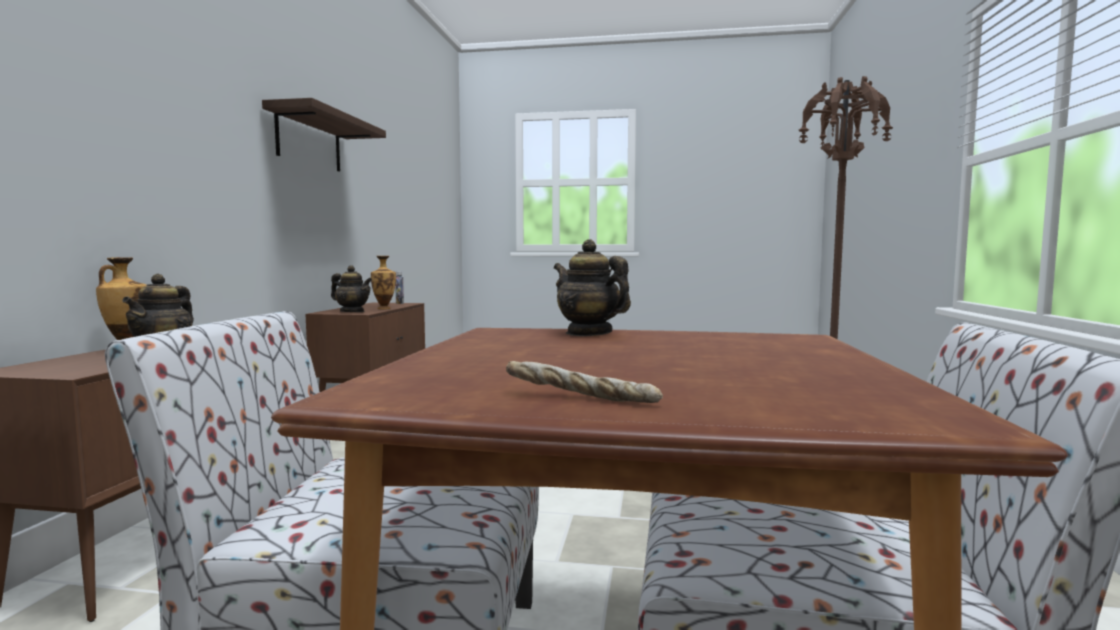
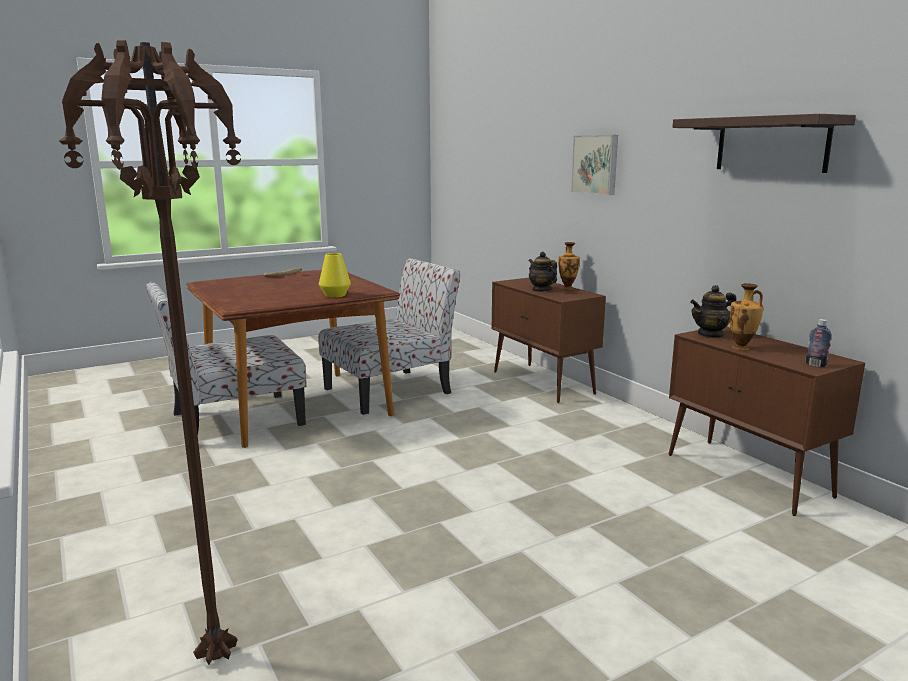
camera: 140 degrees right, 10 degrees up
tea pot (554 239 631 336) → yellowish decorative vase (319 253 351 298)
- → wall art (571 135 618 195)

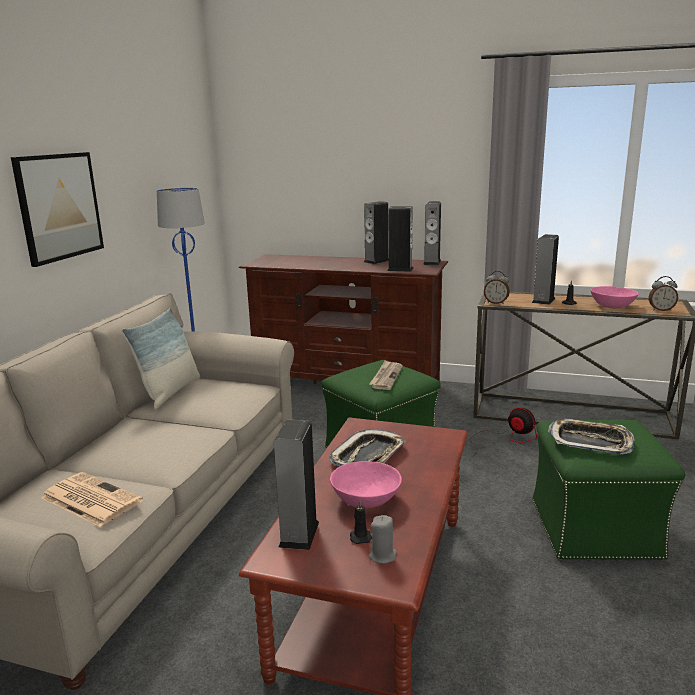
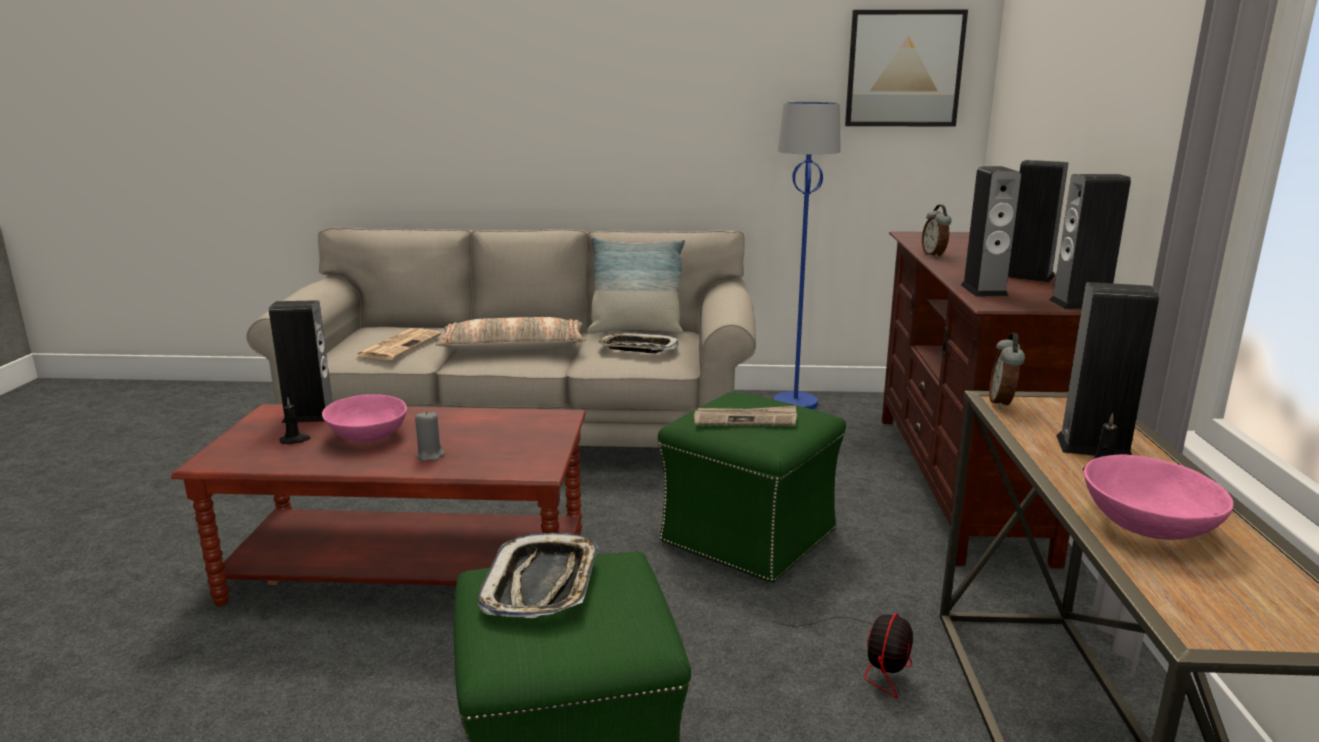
camera: 75 degrees right, 0 degrees up
gray candle (369 515 397 564) → gray candle (415 411 445 461), relocated
- → pillow (435 317 586 353)
serving tray (329 429 405 466) → serving tray (597 332 678 353), relocated
wall art (11 152 104 267) → wall art (845 10 968 127), relocated
bedside clock (649 276 678 311) → bedside clock (922 205 952 258), relocated

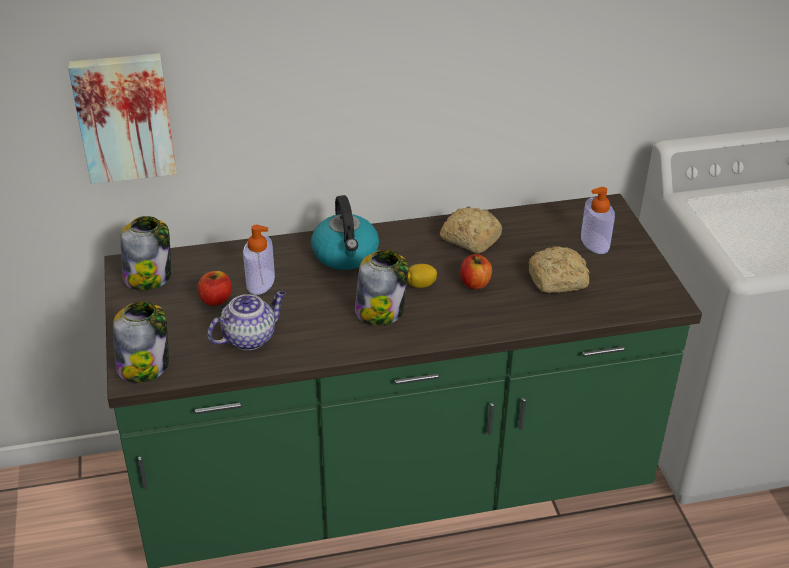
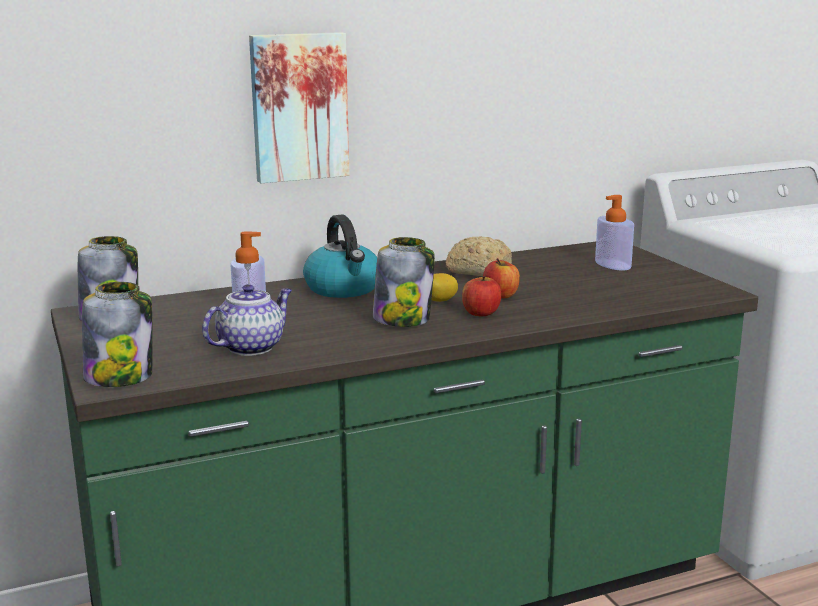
camera: 10 degrees left, 20 degrees down
wall art (68 53 177 184) → wall art (249 32 350 183), relocated
whole apple (198 271 232 306) → whole apple (462 276 501 316), relocated
bakery bread (528 246 590 293) → -

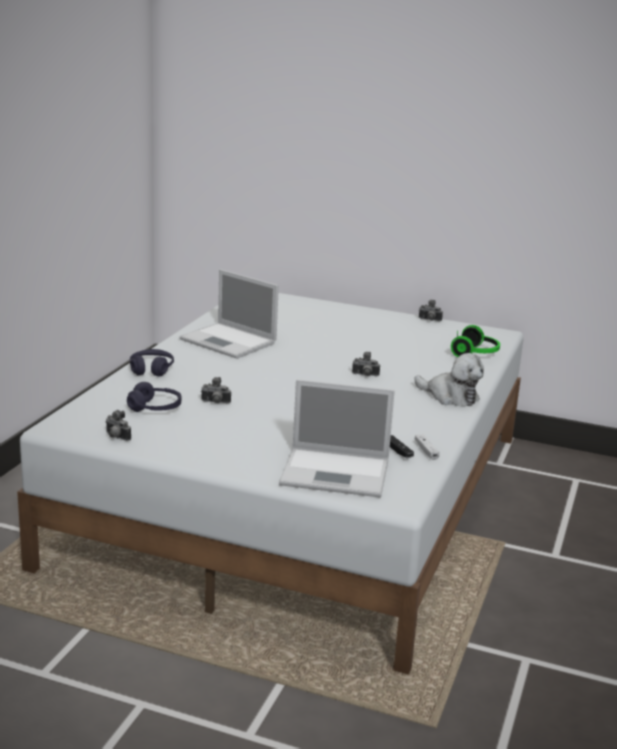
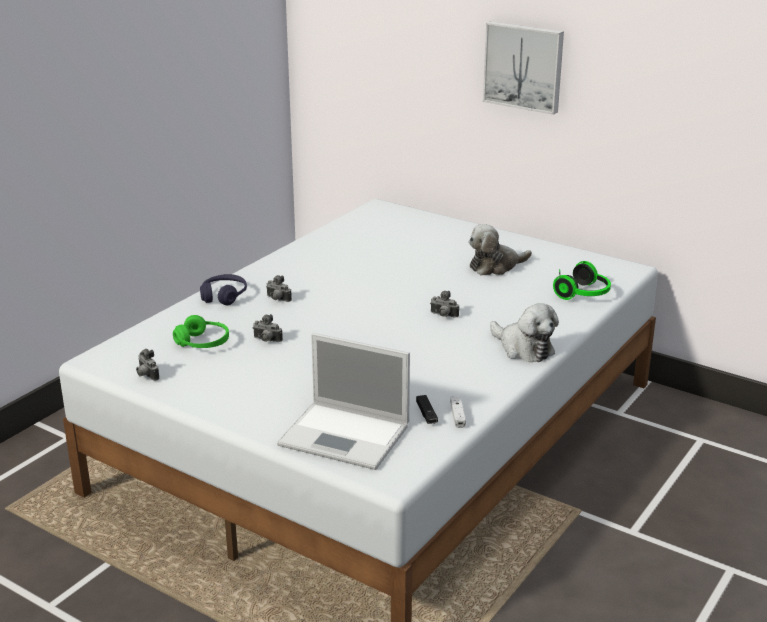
camera: 15 degrees right, 5 degrees up
purple headset (127 382 181 412) → greenish headset (173 315 229 348)
still camera (419 300 443 321) → still camera (266 275 292 302), relocated
- → plush toy (469 224 532 276)
- → wall art (483 21 564 115)
laptop (179 269 279 359) → -

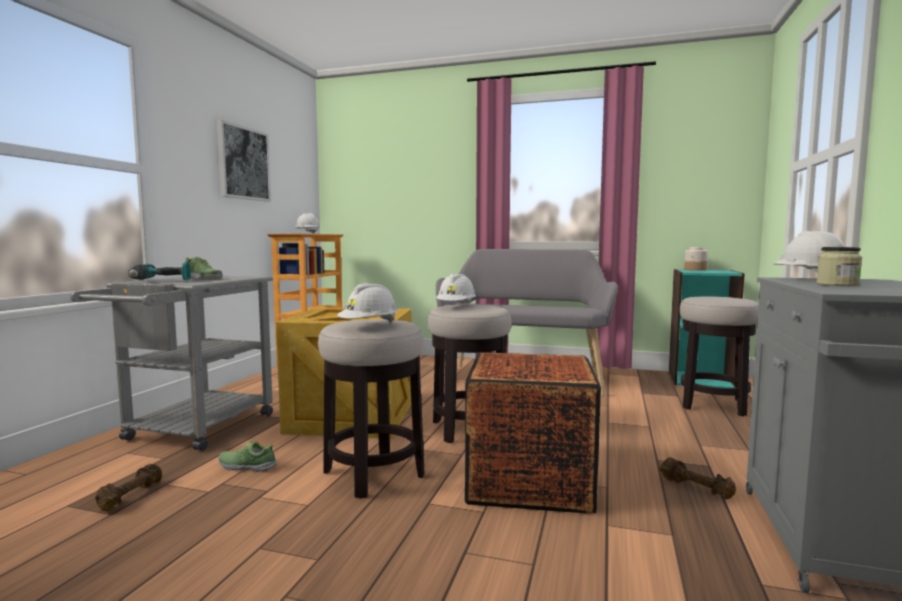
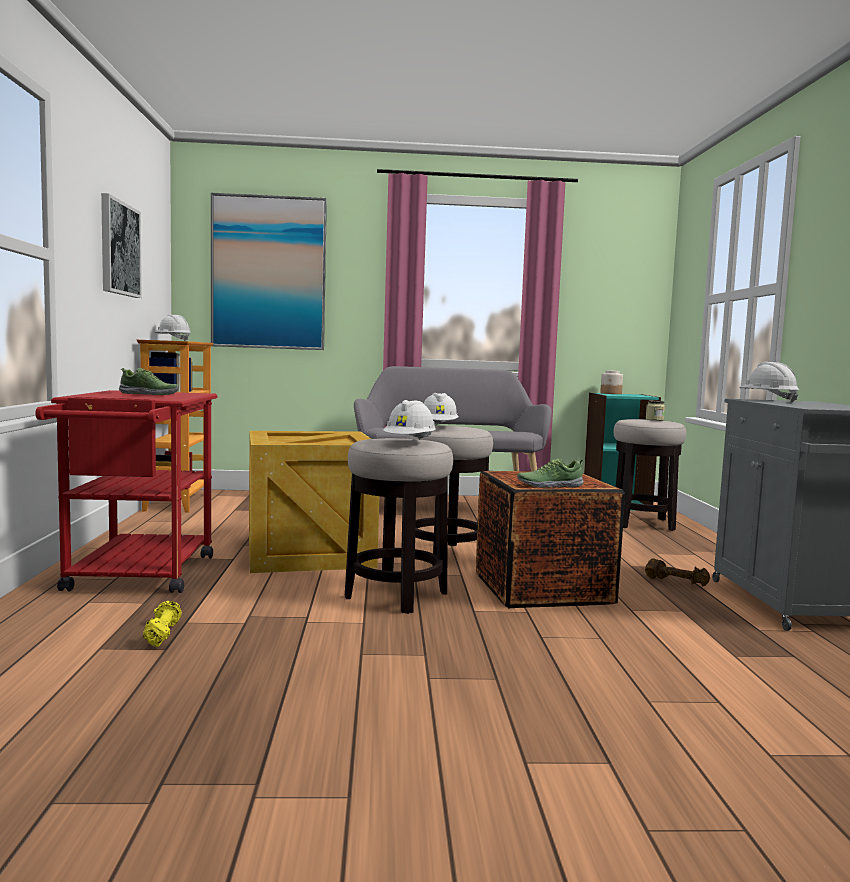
camera: 20 degrees left, 0 degrees up
gray cart (70 276 273 451) → reddish cart (35 390 217 593)
brown dumbbell (95 464 162 511) → yellowish dumbbell (143 601 182 647)
- → wall art (211 193 327 350)
item of footwear (219 441 277 472) → item of footwear (517 458 584 488), relocated
jar (816 247 862 286) → jar (646 401 665 421), relocated
drill (128 262 191 280) → -

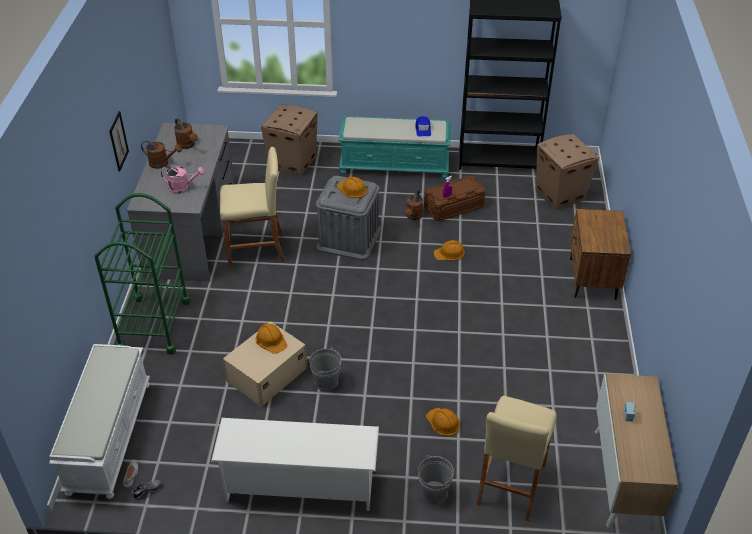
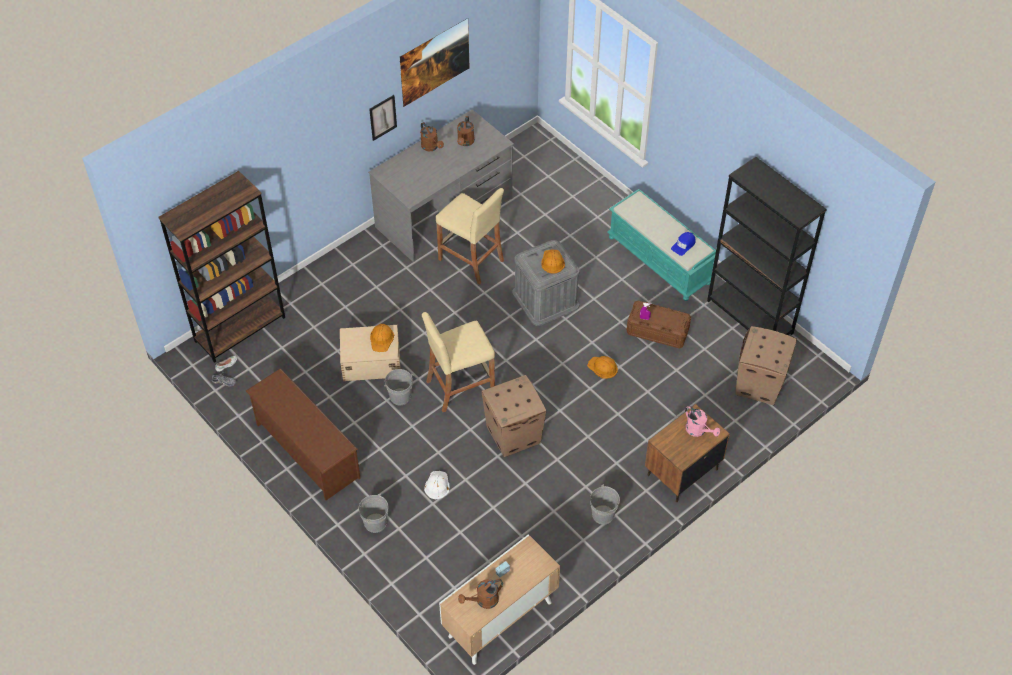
camera: 45 degrees right, 10 degrees up
whitish long seat (49 344 150 499) → brown bookshelf (158 171 285 363)
whitish shoe rack (211 418 379 511) → brown shoe rack (246 368 361 500)
- → wall art (400 18 470 107)
sand-coloured stool (476 396 557 521) → sand-coloured stool (422 312 495 412), relocated
orange work helmet (426 408 460 436) → whitish work helmet (424 471 449 499)
brown watering pot (405 190 423 220) → brown watering pot (458 579 503 609), relocated
carton (261 104 318 176) → carton (481 375 546 457), relocated
- → gray pail (590 484 620 525)
pinkish watering pot (161 166 205 194) → pinkish watering pot (685 406 720 437), relocated
greenish cart (94 193 191 355) → -

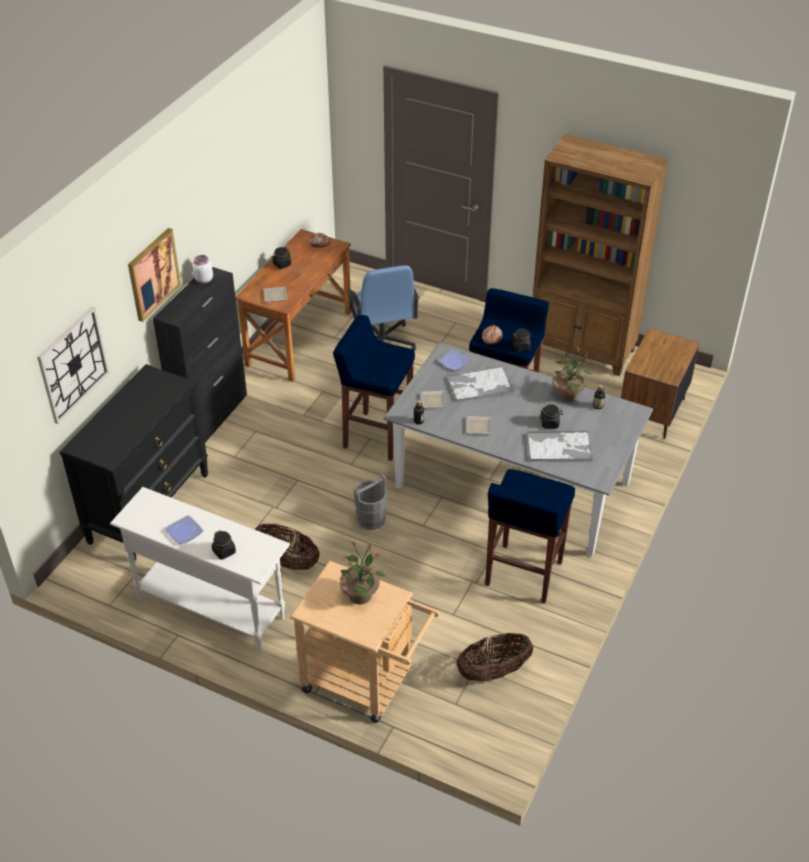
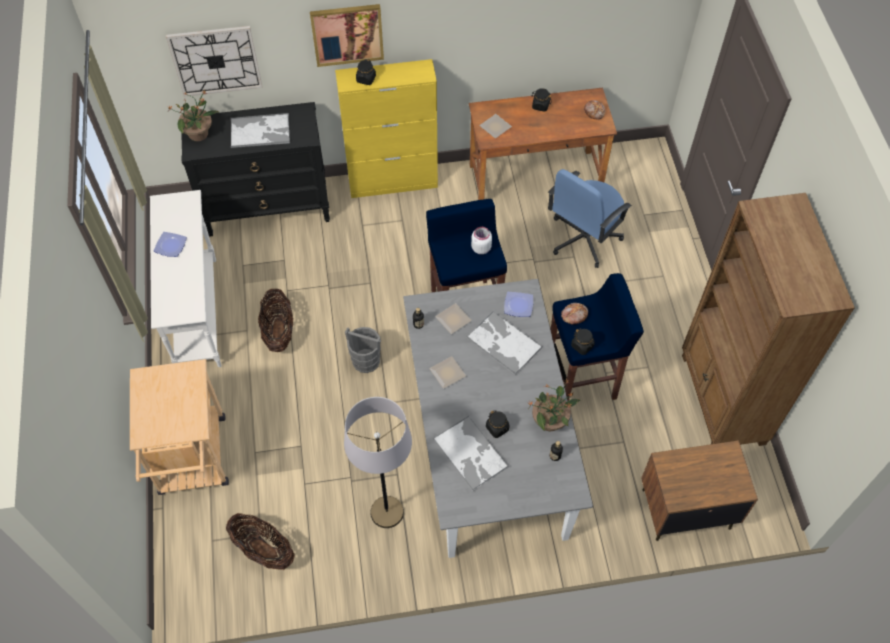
camera: 55 degrees right, 15 degrees up
potted plant (340 541 385 604) → potted plant (167 90 220 141), relocated
- → serving tray (231 113 290 148)
black cabinet (153 267 247 442) → yellowish cabinet (335 59 438 198)
blue stool (485 469 575 604) → gray standard lamp (344 397 412 528)
black jar (212 530 236 560) → black jar (356 59 376 85), relocated
whitish jar (192 255 213 284) → whitish jar (471 227 492 254), relocated

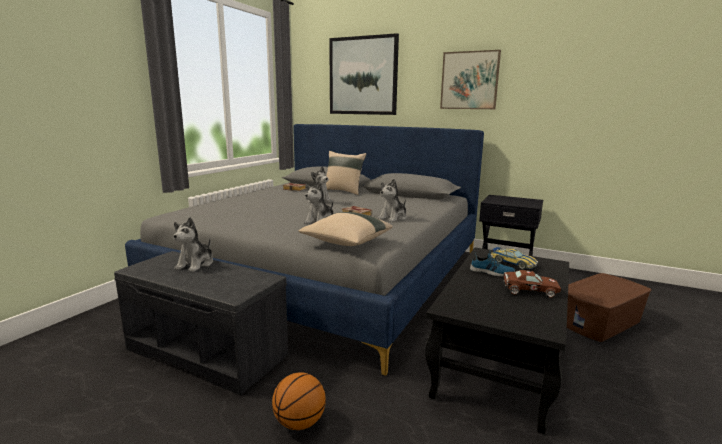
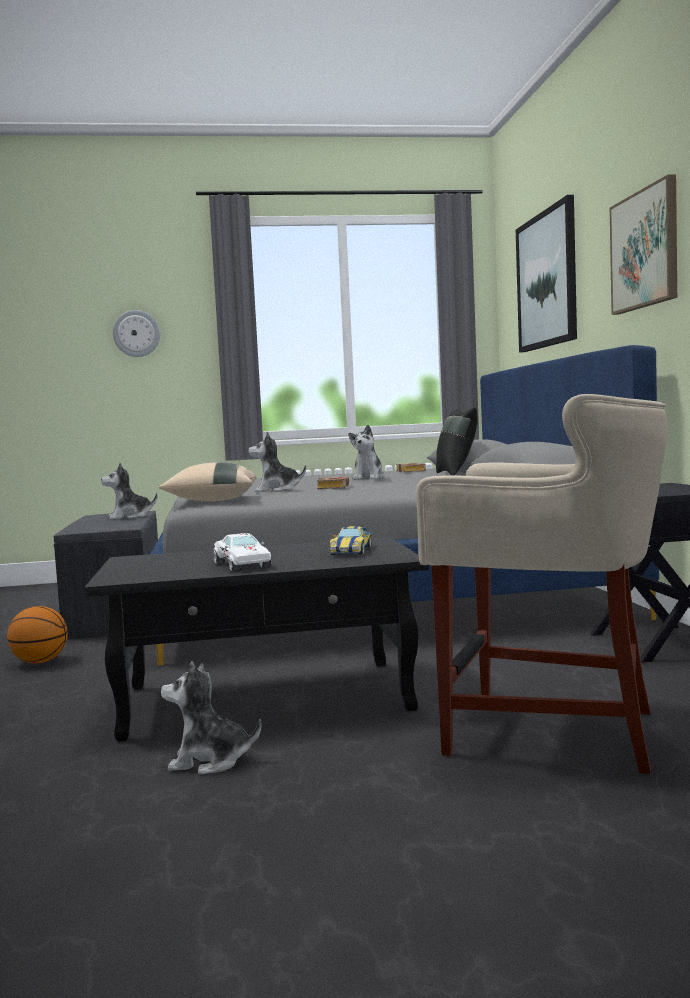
camera: 55 degrees right, 10 degrees down
- → clock on the wall (113 310 160 357)
plush toy (378 179 407 222) → plush toy (161 661 262 775), relocated
brown miniature car (504 270 561 298) → whitish miniature car (213 533 271 571)
brown storage bin (567 273 652 342) → sand-coloured stool (416 394 668 774)
sand-coloured pillow (326 151 366 195) → black pillow (436 407 478 476)
item of footwear (470 251 515 276) → -

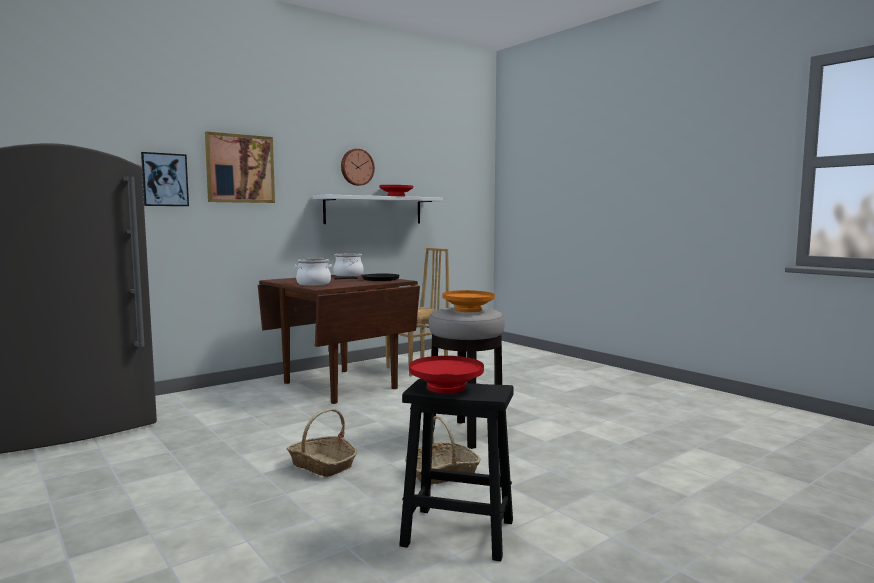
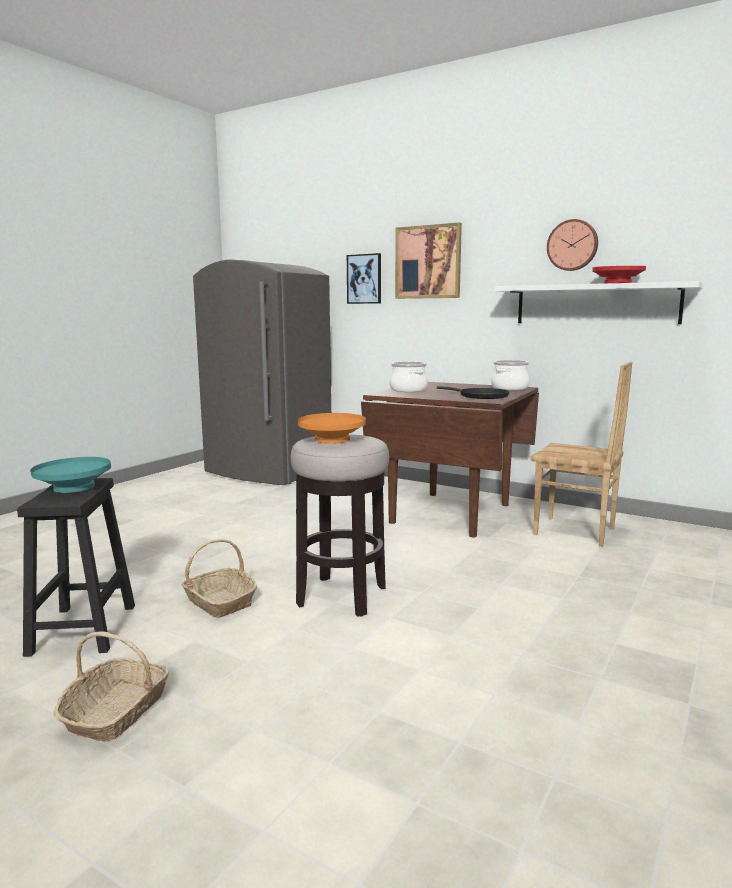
camera: 70 degrees right, 5 degrees up
reddish bowl (409 356 484 394) → turquoise bowl (30 457 111 493)
storage basket (286 409 357 477) → storage basket (54 631 169 741), relocated

